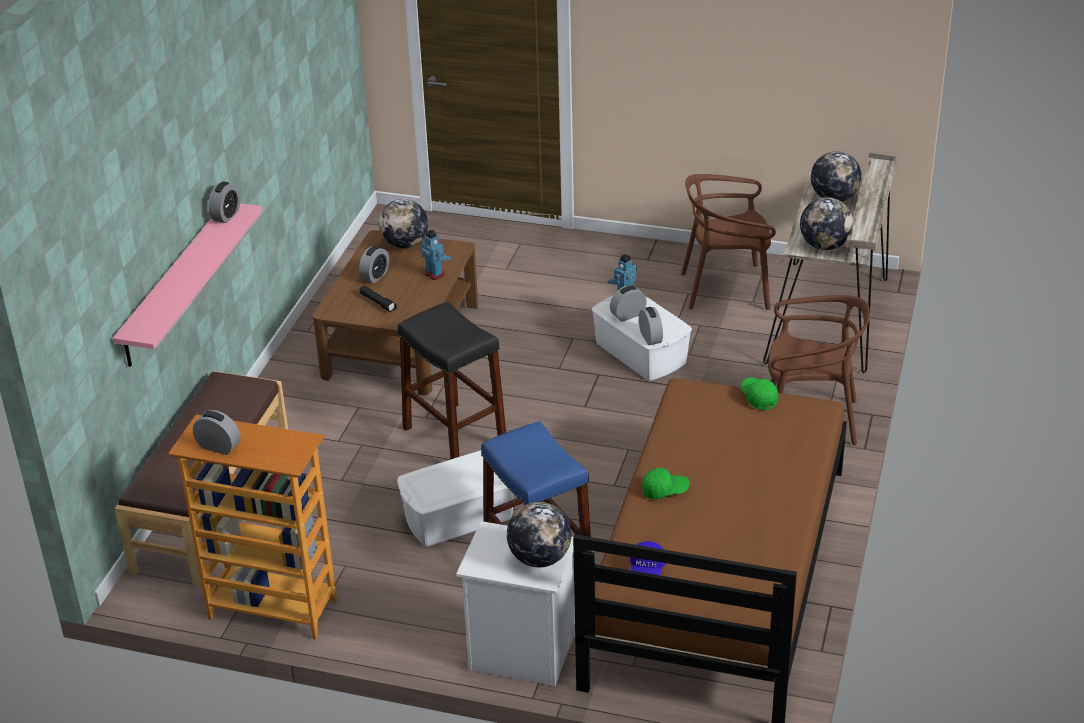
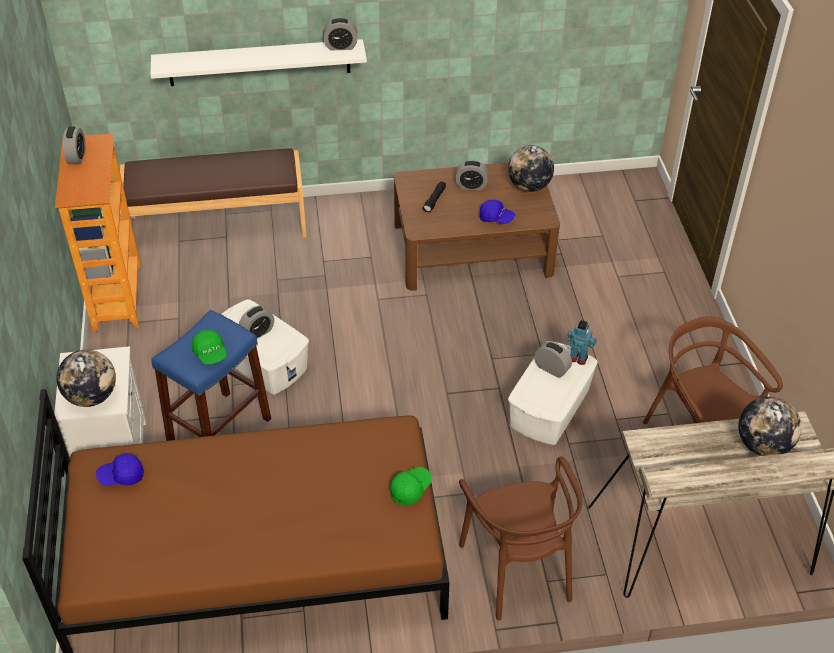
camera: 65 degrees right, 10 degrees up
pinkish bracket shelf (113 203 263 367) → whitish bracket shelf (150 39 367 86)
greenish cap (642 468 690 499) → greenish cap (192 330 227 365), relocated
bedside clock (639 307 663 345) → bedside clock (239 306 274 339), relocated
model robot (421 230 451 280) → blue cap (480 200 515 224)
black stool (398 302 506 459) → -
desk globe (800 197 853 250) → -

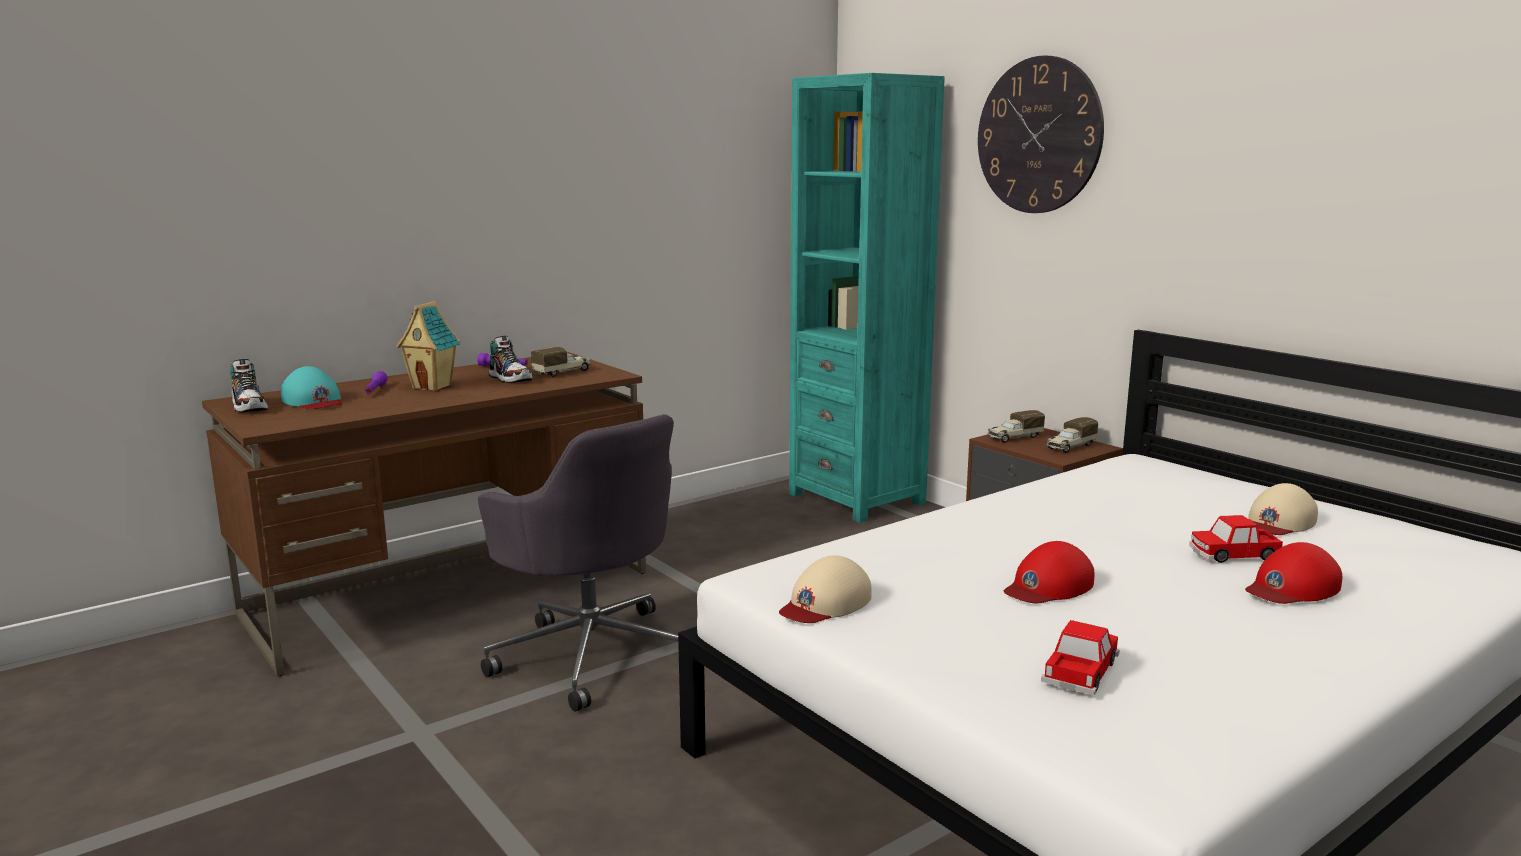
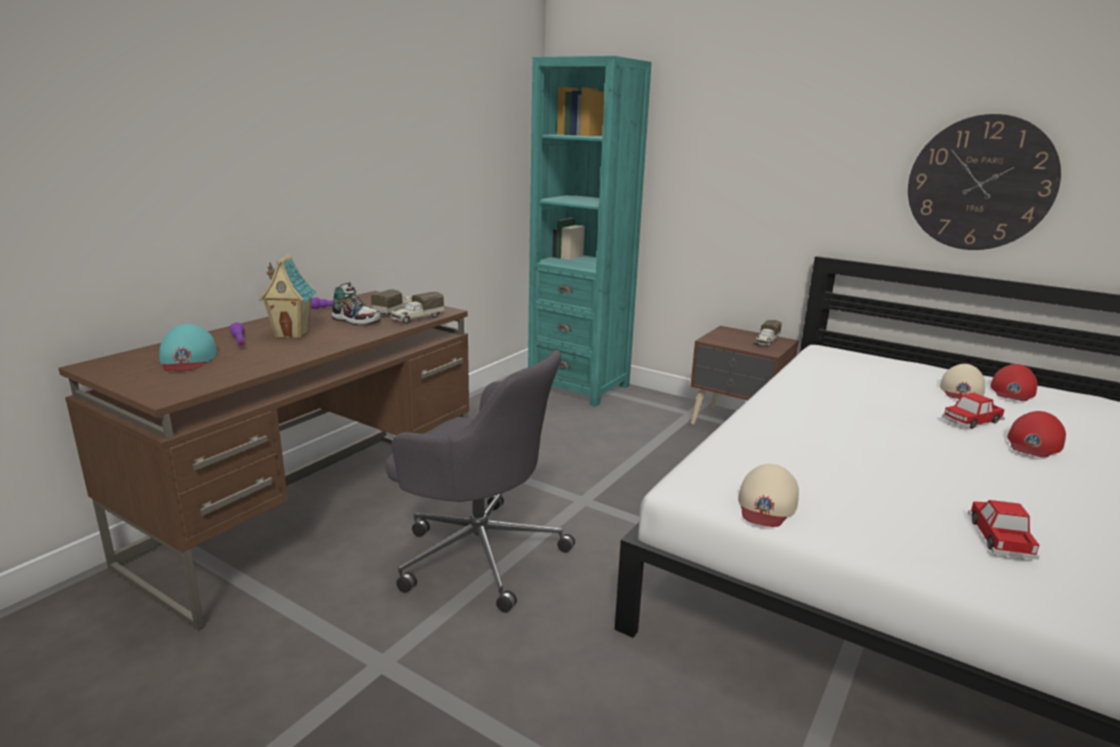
camera: 20 degrees left, 5 degrees up
turquoise cap (281 366 342 409) → turquoise cap (159 324 217 371), 45 degrees clockwise
model truck (988 410 1045 443) → model truck (390 292 444 324), relocated
clock on the wall (978 55 1104 213) → clock on the wall (908 114 1061 250), relocated
reddish cap (1004 541 1094 603) → reddish cap (990 364 1037 401), relocated
item of footwear (230 359 268 413) → -

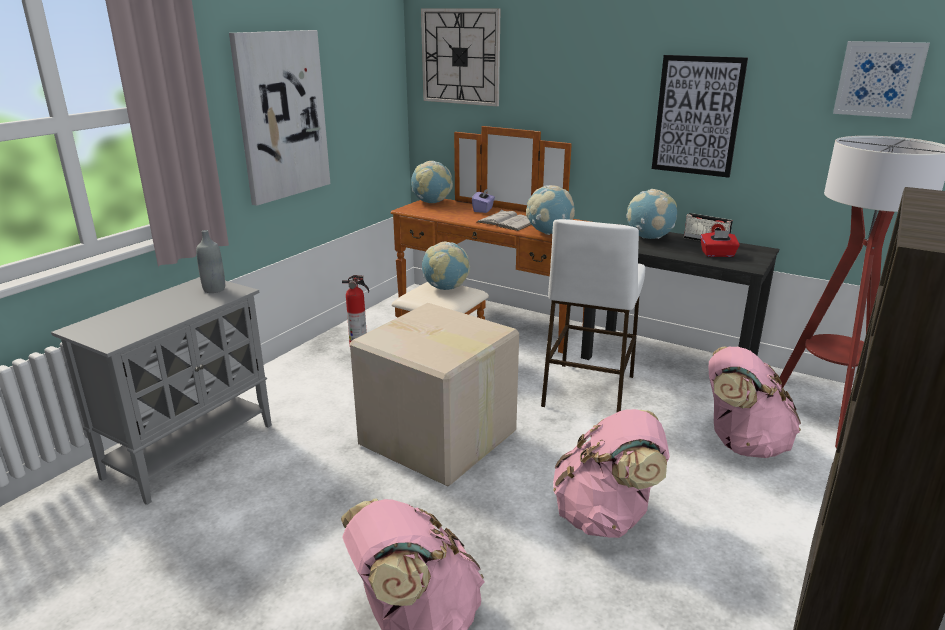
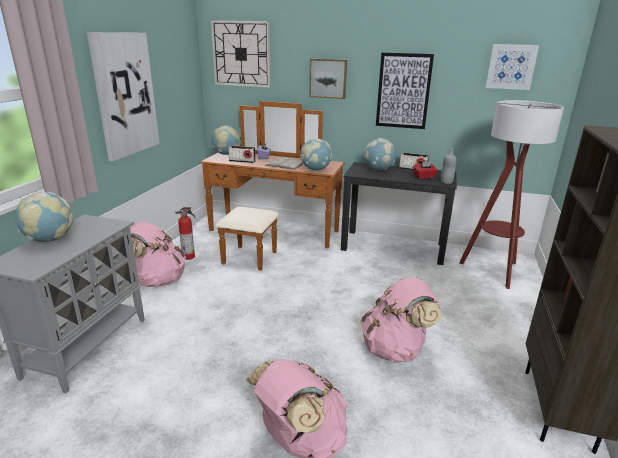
camera: 15 degrees left, 0 degrees up
desk globe (422 242 470 290) → desk globe (15 192 74 242), relocated
pinkish backpack (709 347 801 458) → pinkish backpack (130 222 186 287), relocated
- → radio set (228 146 255 163)
- → wall art (309 59 347 99)
gray bottle (196 230 225 293) → gray bottle (441 148 456 184), relocated
carton (350 303 519 486) → -
whitish stool (541 219 645 413) → -

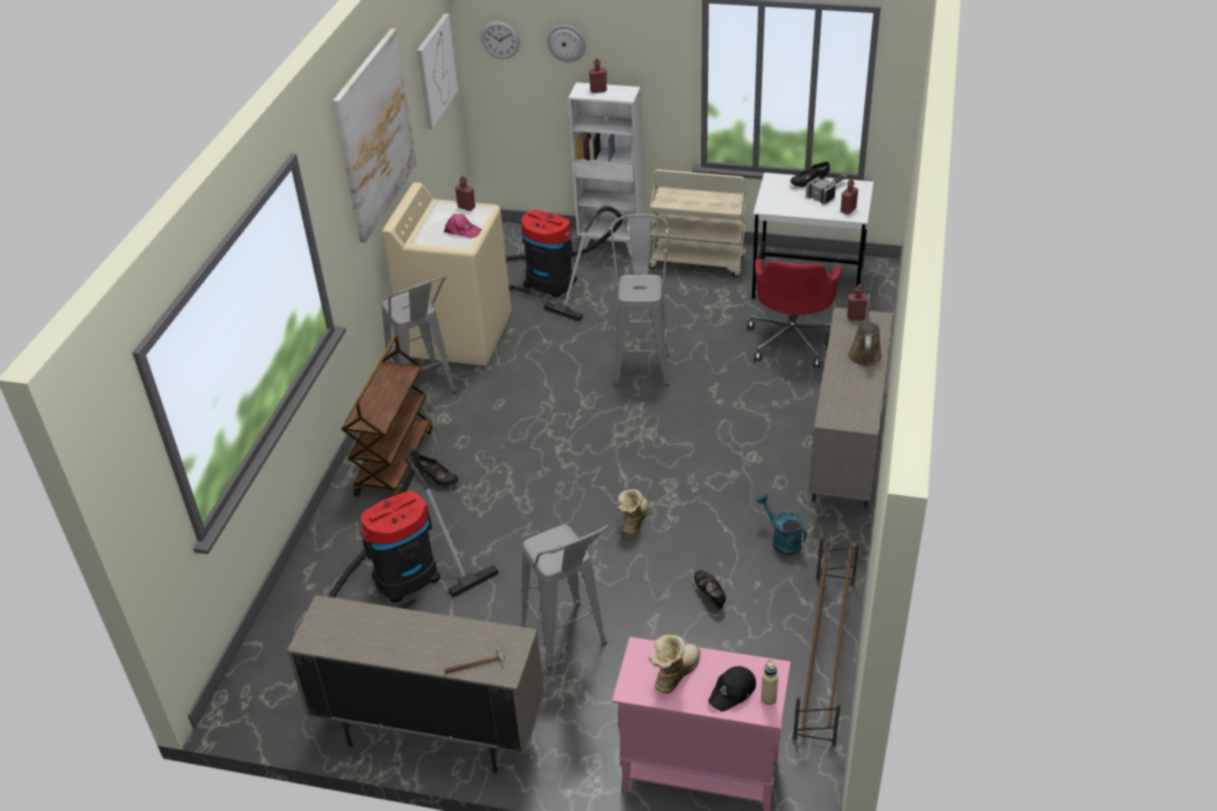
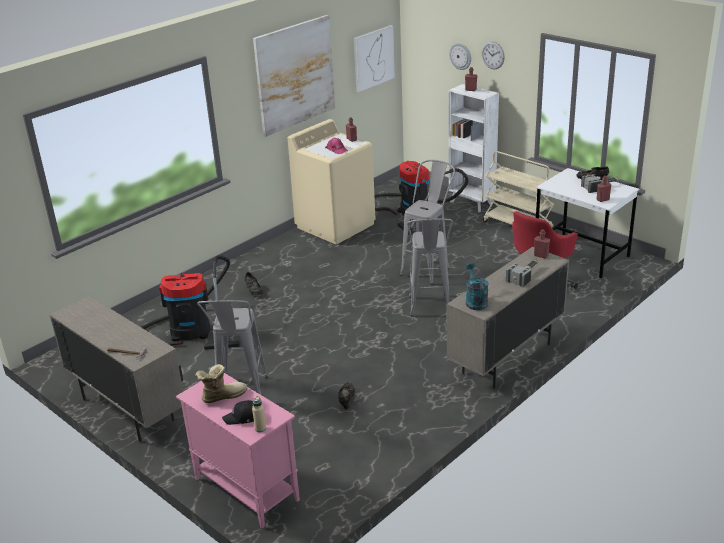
camera: 30 degrees right, 10 degrees down
gray stool (382 276 457 394) → gray stool (407 219 453 316), relocated
turquoise watering pot (757 494 807 555) → turquoise watering pot (466 263 489 310), relocated
clock on the wall (481 21 520 59) → clock on the wall (481 41 505 69), relocated
brown watering pot (848 294 882 366) → hammer (506 258 539 287)
brown cart (341 336 433 496) → -
high-top boot (617 489 649 535) → -
brown shoe rack (793 537 860 747) → -

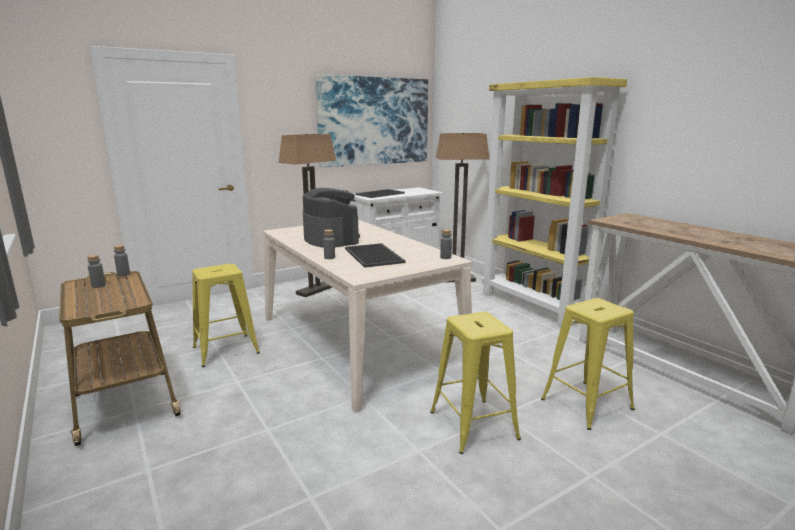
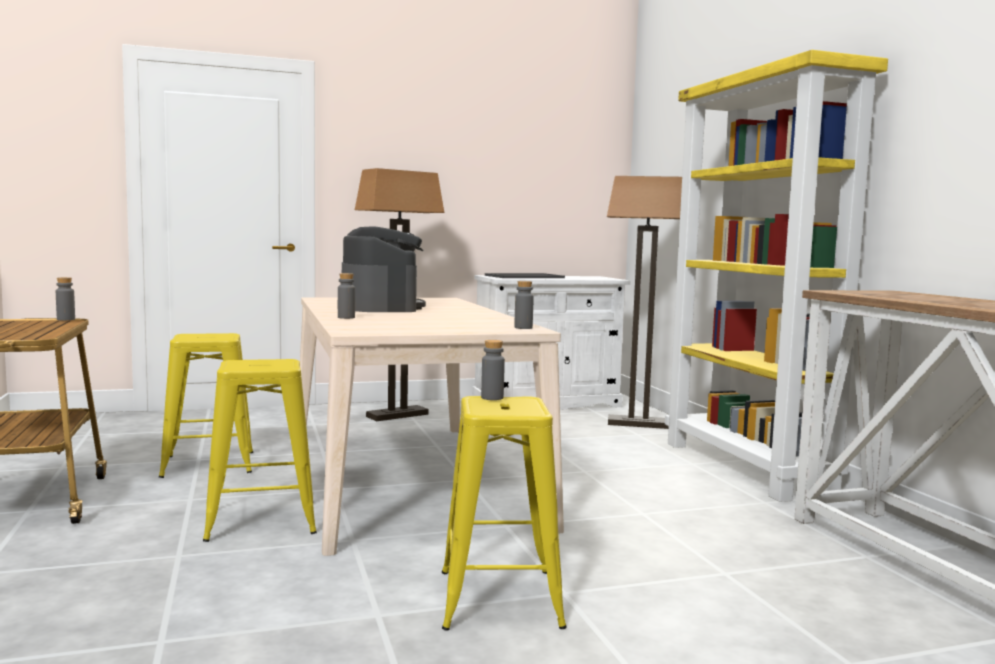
camera: 15 degrees right, 10 degrees down
yellowish stool (541 298 635 430) → yellowish stool (203 359 317 542), relocated
gray bottle (87 255 106 288) → gray bottle (481 340 505 400), relocated
wall art (315 74 428 168) → -
serving tray (345 243 406 268) → -

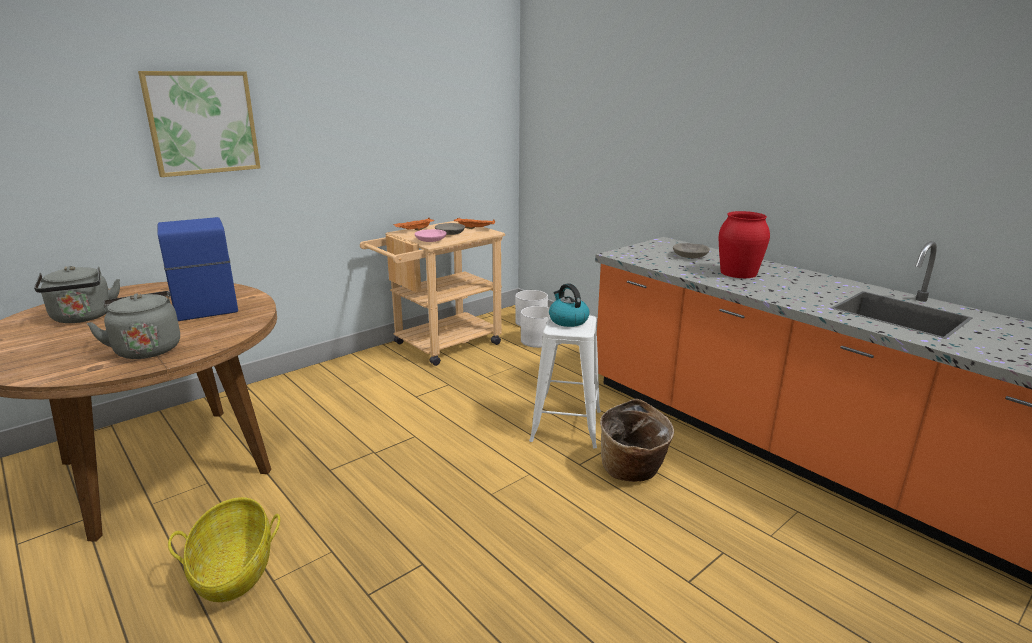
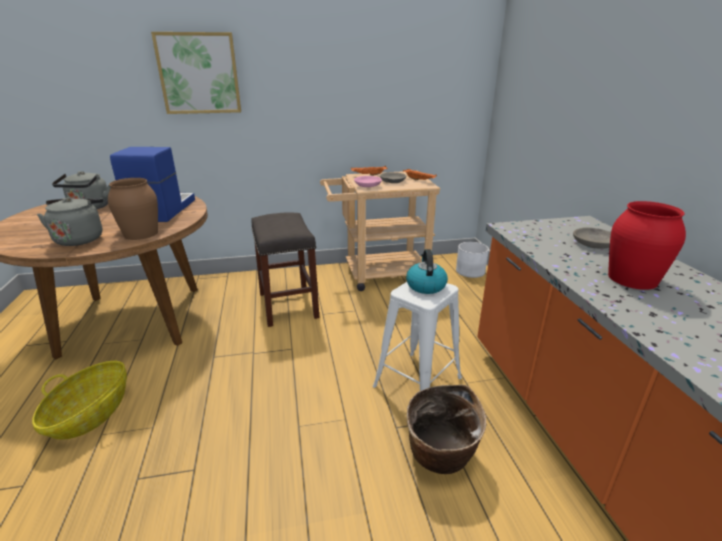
camera: 30 degrees right, 5 degrees up
- → brown decorative vase (108 178 158 240)
- → gray stool (251 212 319 327)
whitish planter (521 306 549 348) → -

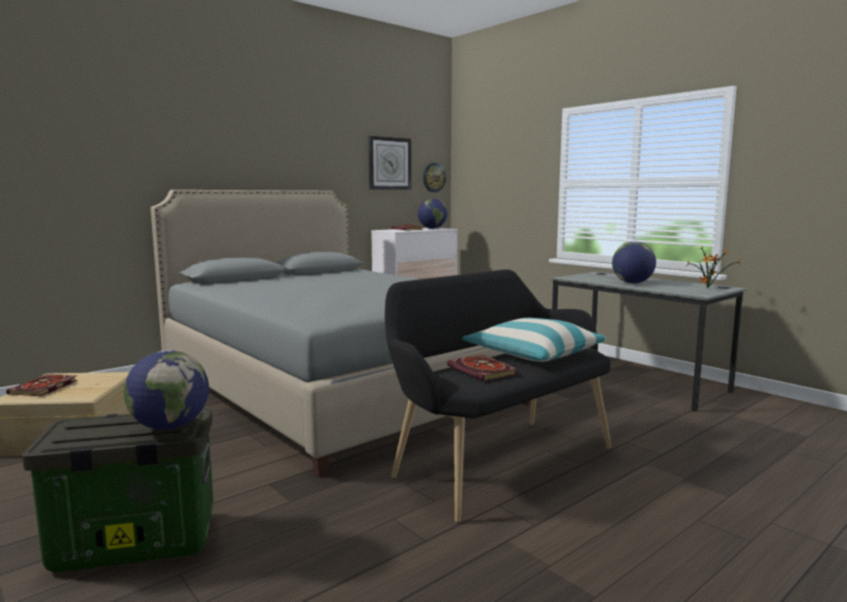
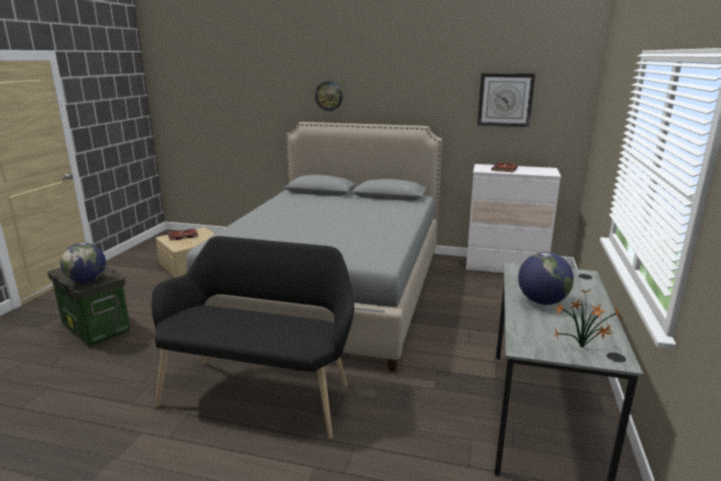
camera: 55 degrees right, 10 degrees up
clock on the wall (423 163 446 192) → clock on the wall (315 82 343 111), relocated
desk globe (418 199 447 229) → -
bound book (447 355 518 381) → -
pillow (462 318 607 362) → -

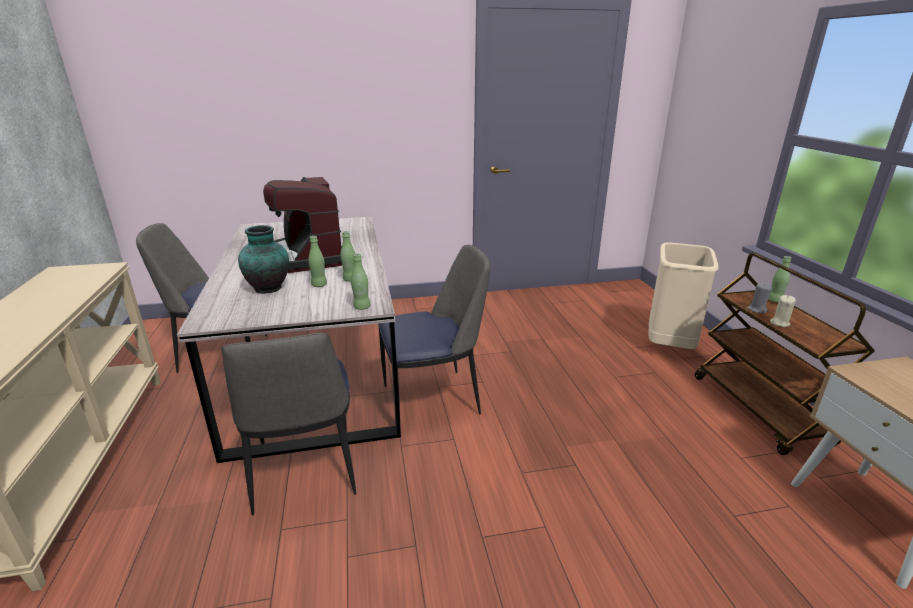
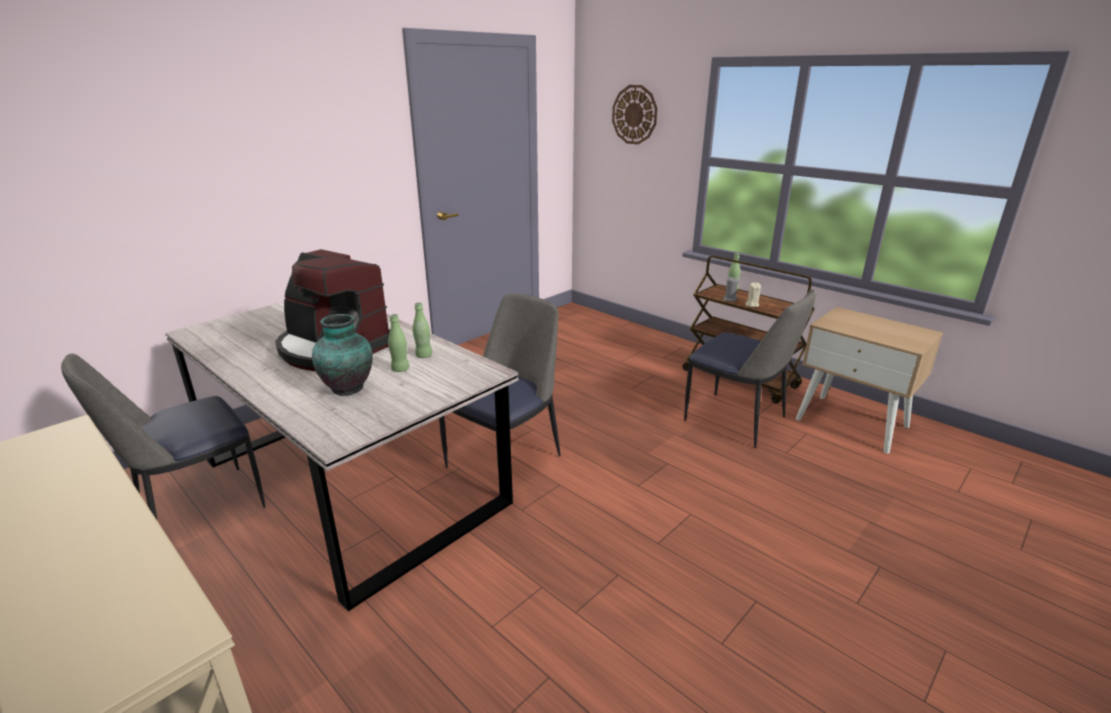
camera: 35 degrees left, 0 degrees up
- → clock on the wall (612 85 658 144)
chair (221 333 356 515) → chair (684 289 816 448), relocated
greenish bottle (351 253 370 310) → -
sand-coloured trash can (648 243 719 349) → -

